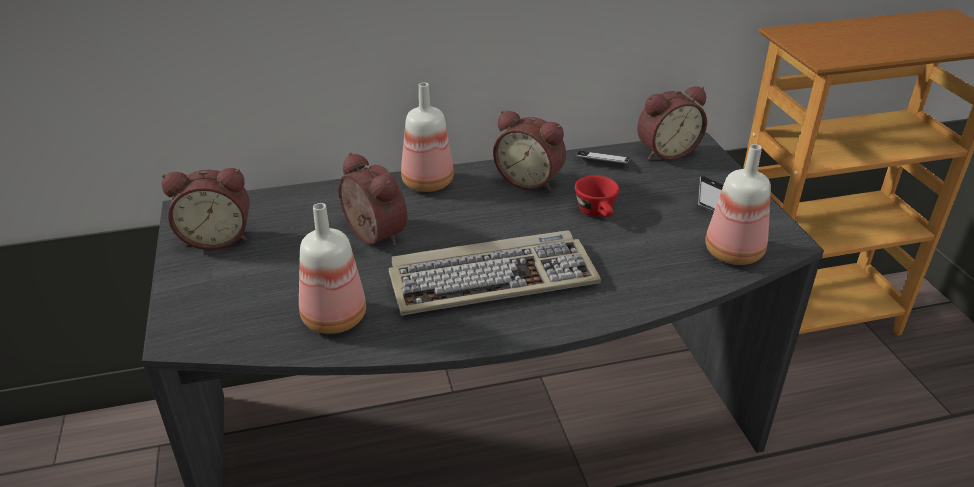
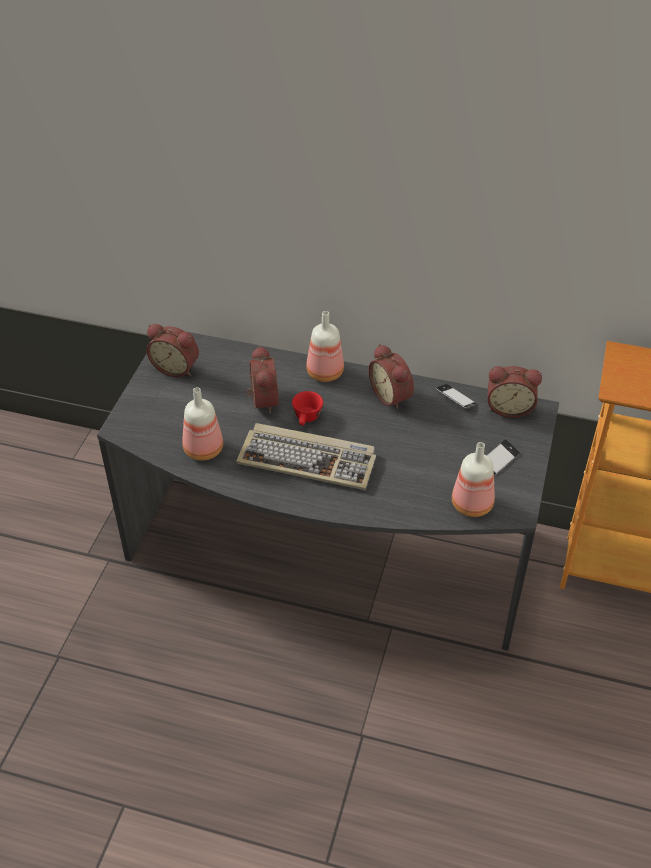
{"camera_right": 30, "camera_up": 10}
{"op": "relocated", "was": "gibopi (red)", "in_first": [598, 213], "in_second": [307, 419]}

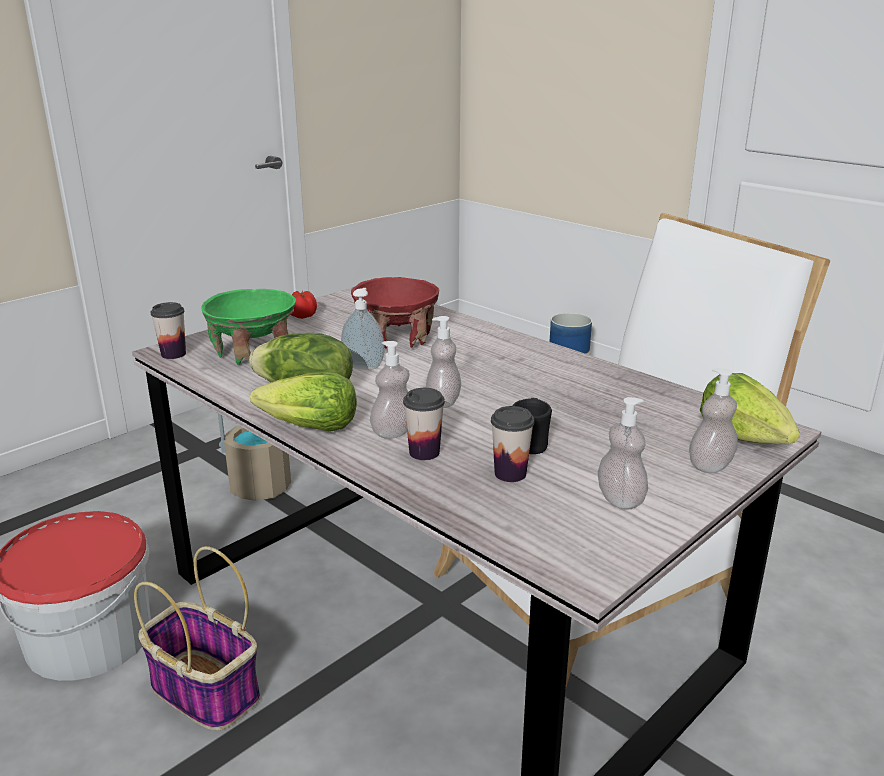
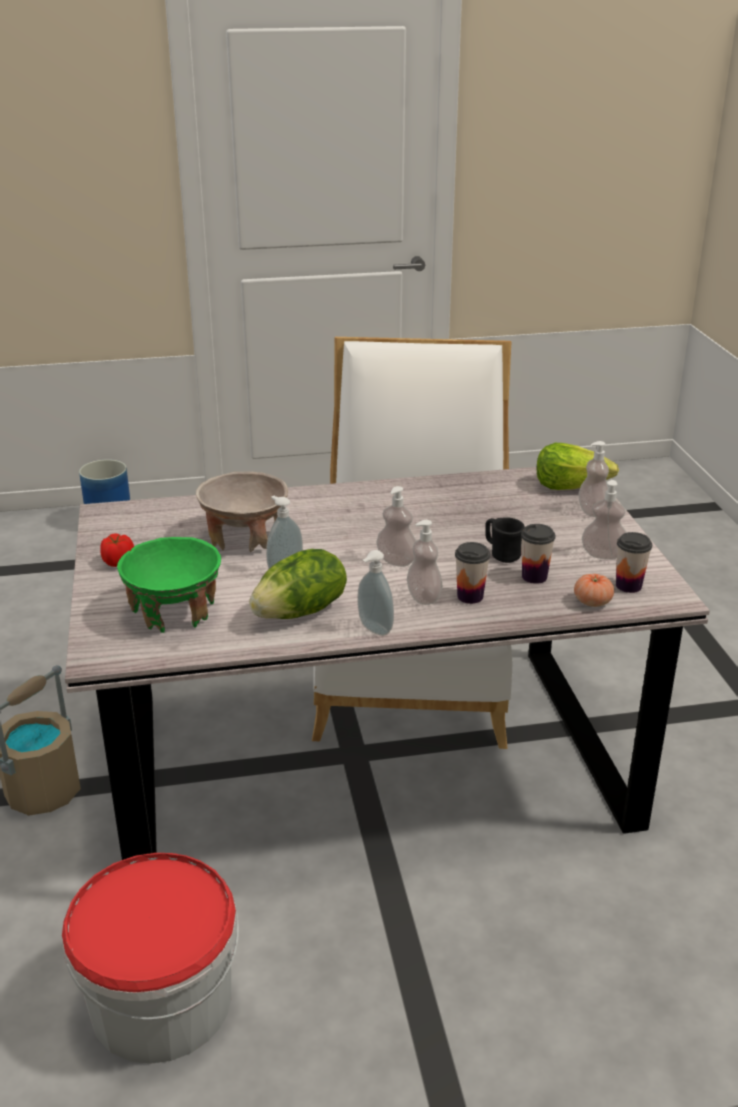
{"camera_right": -55, "camera_up": 5}
{"op": "missing", "was": "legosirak", "in_first": [203, 690]}
{"op": "appeared", "now": "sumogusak", "in_second": [592, 602]}
{"op": "relocated", "was": "gibopi", "in_first": [173, 354], "in_second": [628, 586]}
{"op": "exchanged", "was": "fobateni", "now": "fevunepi", "in_first": [309, 428], "in_second": [373, 630]}
{"op": "colour", "was": "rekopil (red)", "now": "rekopil (beige)", "in_first": [396, 338], "in_second": [244, 537]}

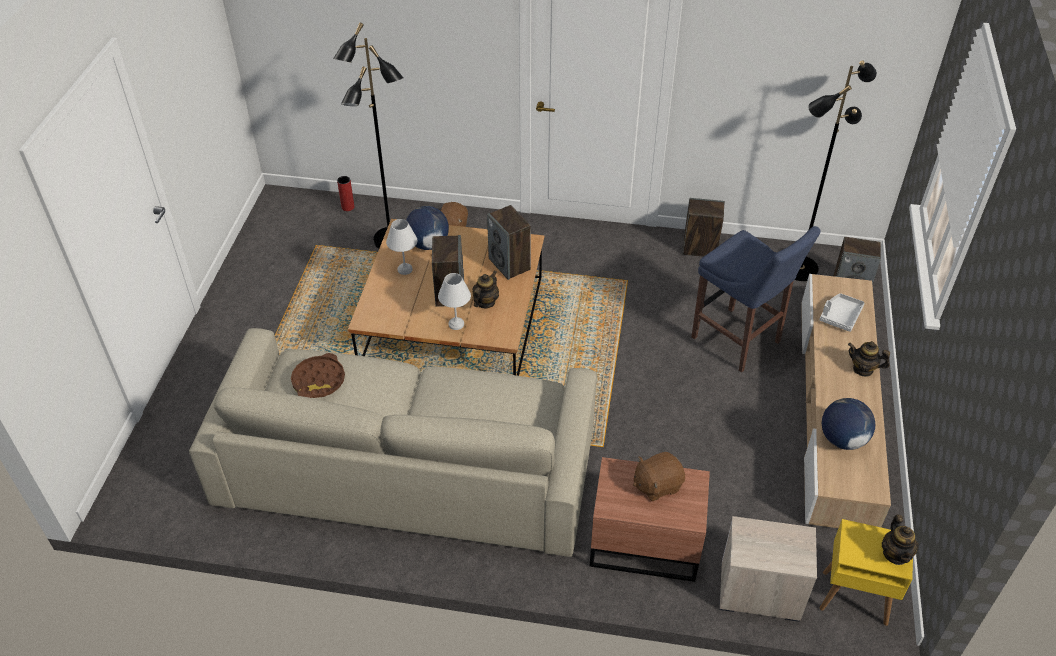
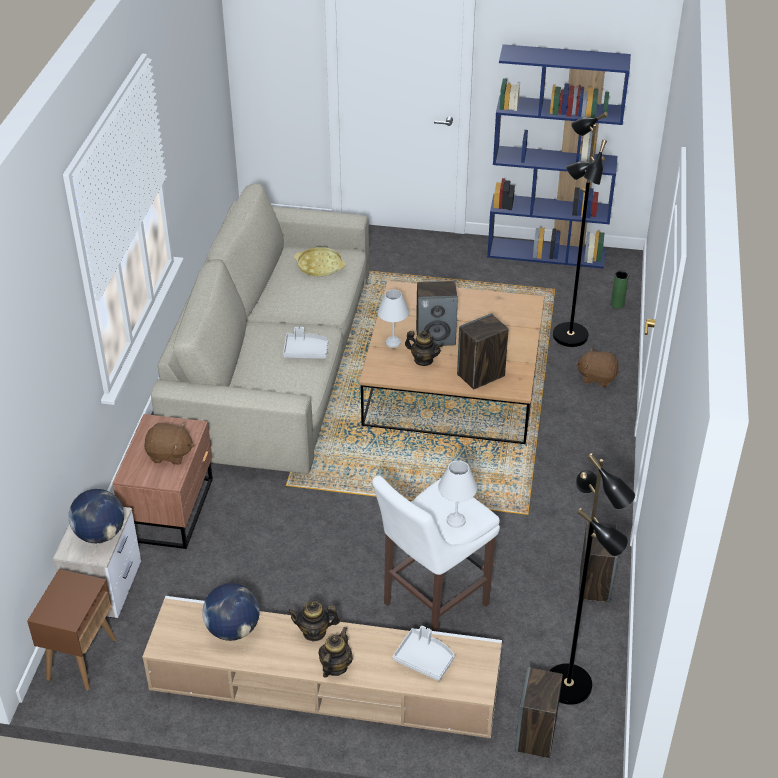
{"camera_right": 90, "camera_up": -5}
{"op": "appeared", "now": "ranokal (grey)", "in_second": [305, 351]}
{"op": "appeared", "now": "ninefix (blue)", "in_second": [547, 253]}
{"op": "relocated", "was": "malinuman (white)", "in_first": [404, 270], "in_second": [455, 520]}
{"op": "relocated", "was": "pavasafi", "in_first": [428, 244], "in_second": [100, 534]}
{"op": "relocated", "was": "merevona", "in_first": [895, 554], "in_second": [314, 632]}
{"op": "colour", "was": "ranokal (brown)", "now": "ranokal (yellow)", "in_first": [319, 380], "in_second": [320, 266]}
{"op": "colour", "was": "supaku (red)", "now": "supaku (green)", "in_first": [348, 207], "in_second": [617, 304]}
{"op": "colour", "was": "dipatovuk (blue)", "now": "dipatovuk (white)", "in_first": [739, 342], "in_second": [431, 606]}
{"op": "colour", "was": "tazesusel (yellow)", "now": "tazesusel (brown)", "in_first": [853, 598], "in_second": [82, 658]}
{"op": "spun", "was": "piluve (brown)", "in_first": [657, 485], "in_second": [169, 454], "clockwise": 120}

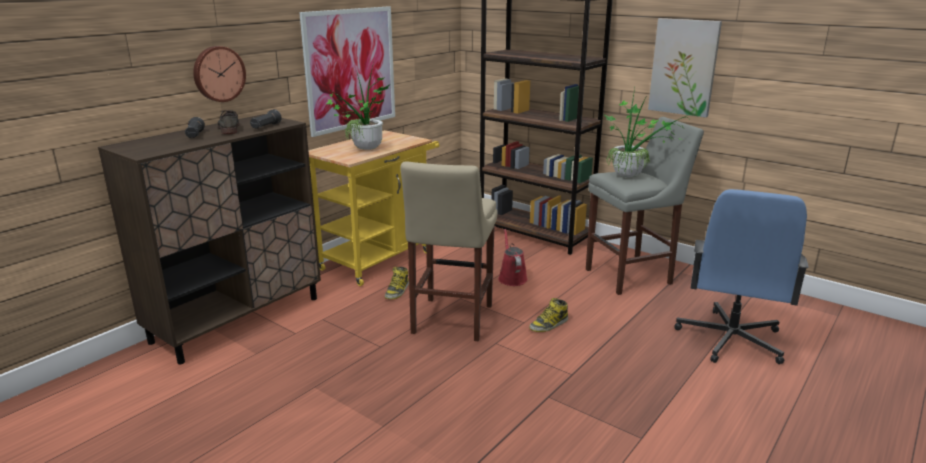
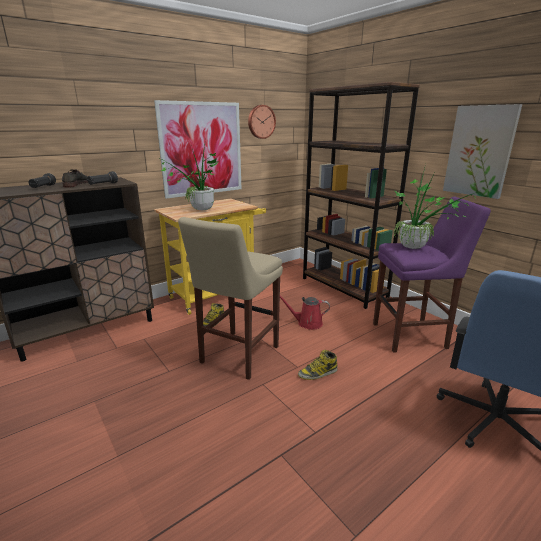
{"camera_right": 15, "camera_up": 0}
{"op": "relocated", "was": "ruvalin", "in_first": [218, 74], "in_second": [261, 122]}
{"op": "colour", "was": "dipatovuk (grey)", "now": "dipatovuk (purple)", "in_first": [632, 276], "in_second": [413, 335]}
{"op": "spun", "was": "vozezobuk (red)", "in_first": [511, 278], "in_second": [307, 323], "clockwise": -90}

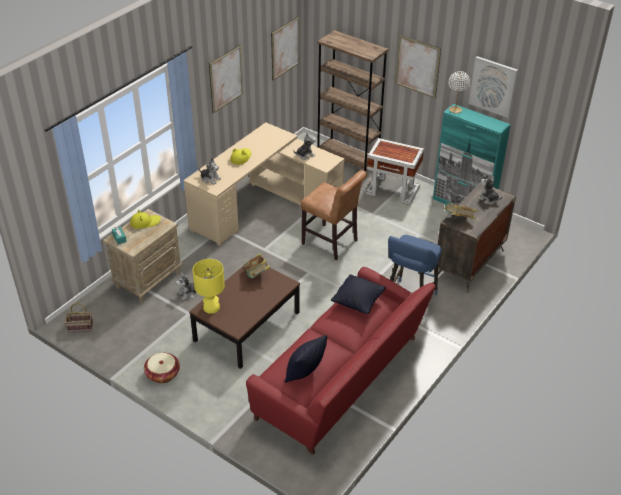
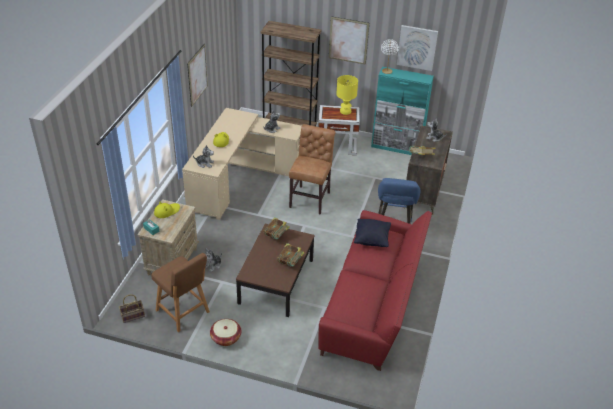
{"camera_right": -20, "camera_up": 0}
{"op": "missing", "was": "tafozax", "in_first": [285, 48]}
{"op": "missing", "was": "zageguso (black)", "in_first": [305, 372]}
{"op": "appeared", "now": "dipatovuk (brown)", "in_second": [184, 312]}
{"op": "appeared", "now": "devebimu", "in_second": [290, 262]}
{"op": "relocated", "was": "malinuman (yellow)", "in_first": [211, 307], "in_second": [345, 111]}
{"op": "spun", "was": "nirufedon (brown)", "in_first": [332, 243], "in_second": [311, 198], "clockwise": -90}

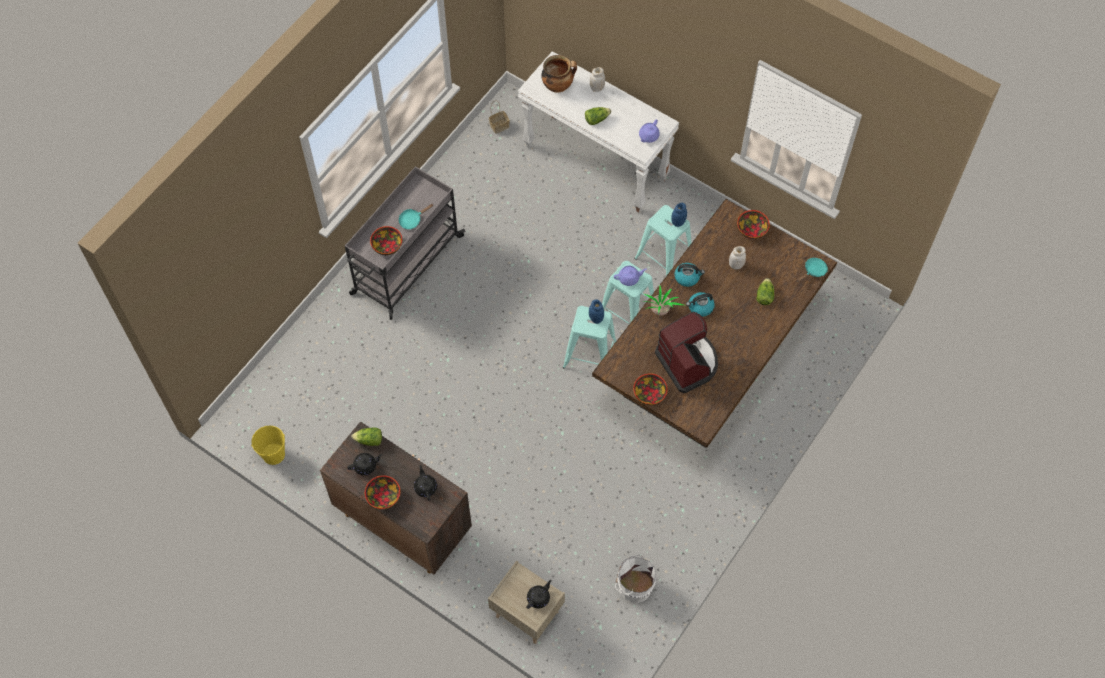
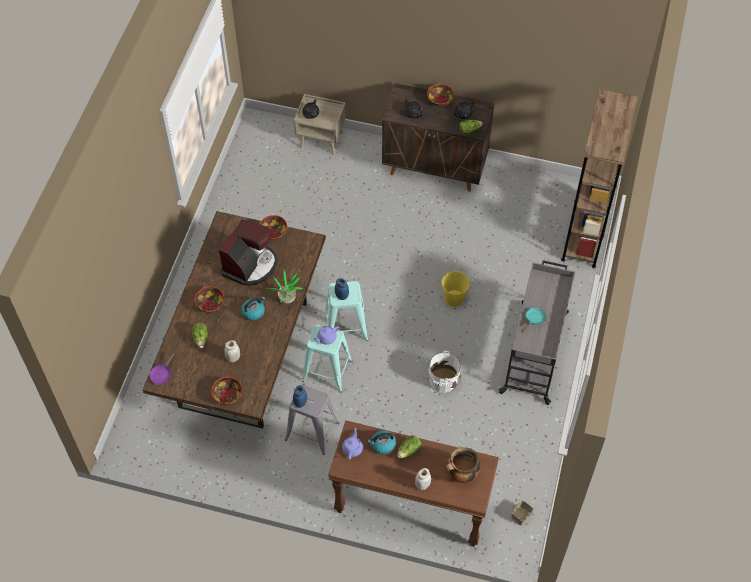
{"camera_right": 160, "camera_up": -5}
{"op": "appeared", "now": "ninefix (brown)", "in_second": [584, 233]}
{"op": "relocated", "was": "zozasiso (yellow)", "in_first": [273, 454], "in_second": [454, 298]}
{"op": "relocated", "was": "rekopil", "in_first": [387, 246], "in_second": [210, 304]}
{"op": "relocated", "was": "zozasiso (white)", "in_first": [633, 585], "in_second": [445, 380]}
{"op": "relocated", "was": "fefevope", "in_first": [687, 277], "in_second": [382, 445]}
{"op": "colour", "was": "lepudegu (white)", "now": "lepudegu (brown)", "in_first": [596, 162], "in_second": [410, 508]}
{"op": "colour", "was": "dipatovuk (turquoise)", "now": "dipatovuk (grey)", "in_first": [664, 258], "in_second": [312, 431]}
{"op": "colour", "was": "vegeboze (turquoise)", "now": "vegeboze (purple)", "in_first": [813, 271], "in_second": [162, 374]}
{"op": "spun", "was": "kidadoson", "in_first": [687, 362], "in_second": [250, 265], "clockwise": -105}

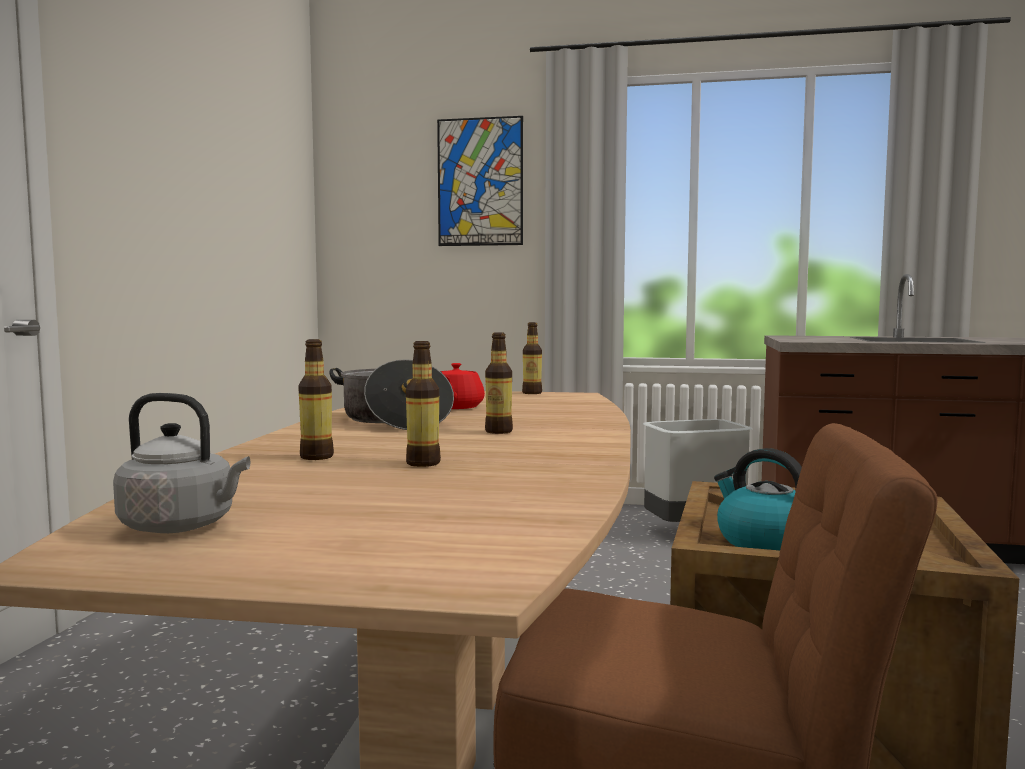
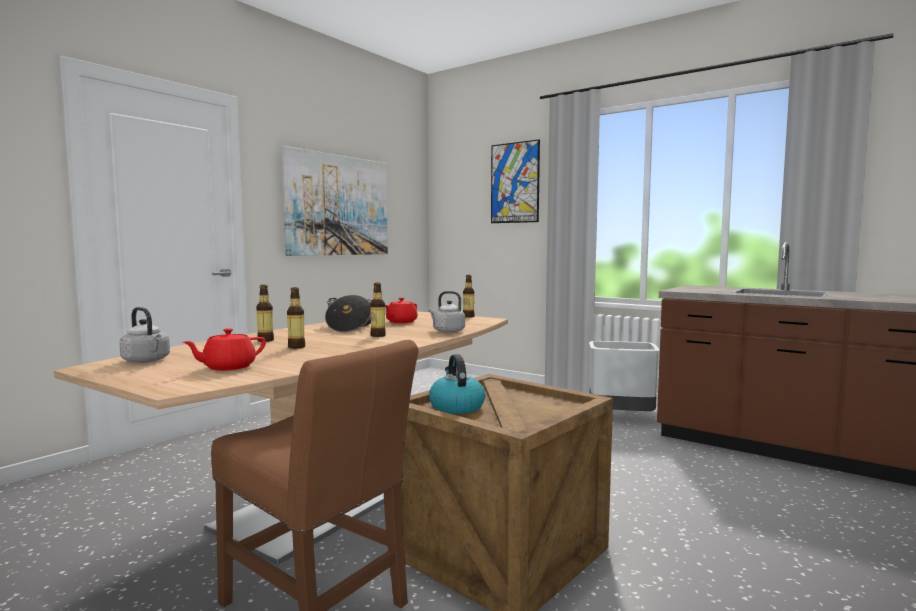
{"camera_right": 25, "camera_up": 0}
{"op": "appeared", "now": "merevona (red)", "in_second": [228, 367]}
{"op": "appeared", "now": "tafozax", "in_second": [338, 205]}
{"op": "appeared", "now": "fefevope (grey)", "in_second": [447, 331]}

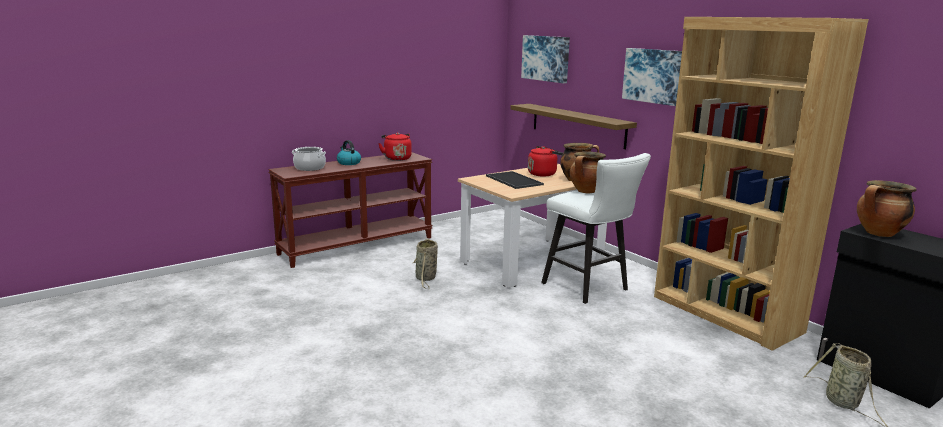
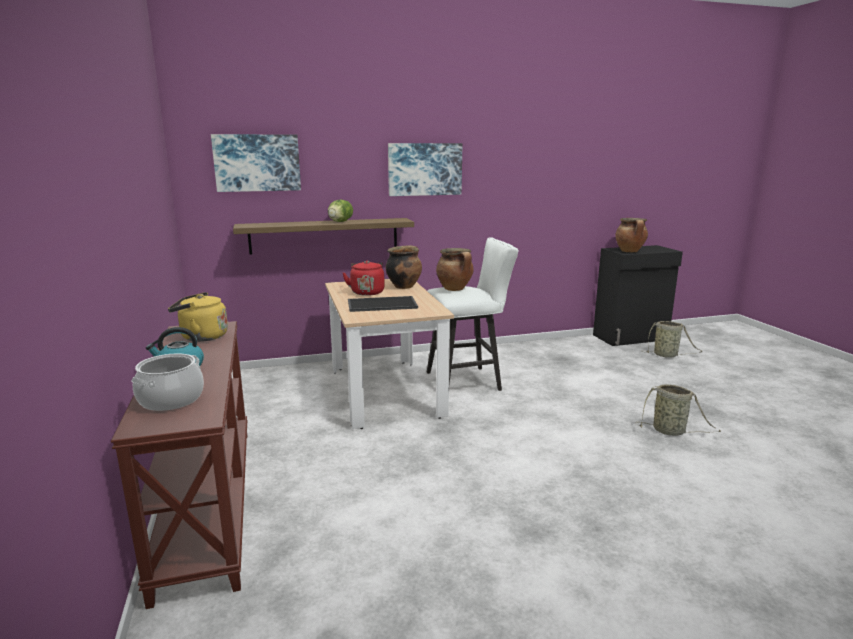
{"camera_right": -70, "camera_up": 0}
{"op": "missing", "was": "ninefix (brown)", "in_first": [725, 314]}
{"op": "appeared", "now": "fobateni", "in_second": [340, 222]}
{"op": "relocated", "was": "legosirak", "in_first": [425, 279], "in_second": [671, 431]}
{"op": "colour", "was": "fefevope (red)", "now": "fefevope (yellow)", "in_first": [396, 158], "in_second": [201, 337]}

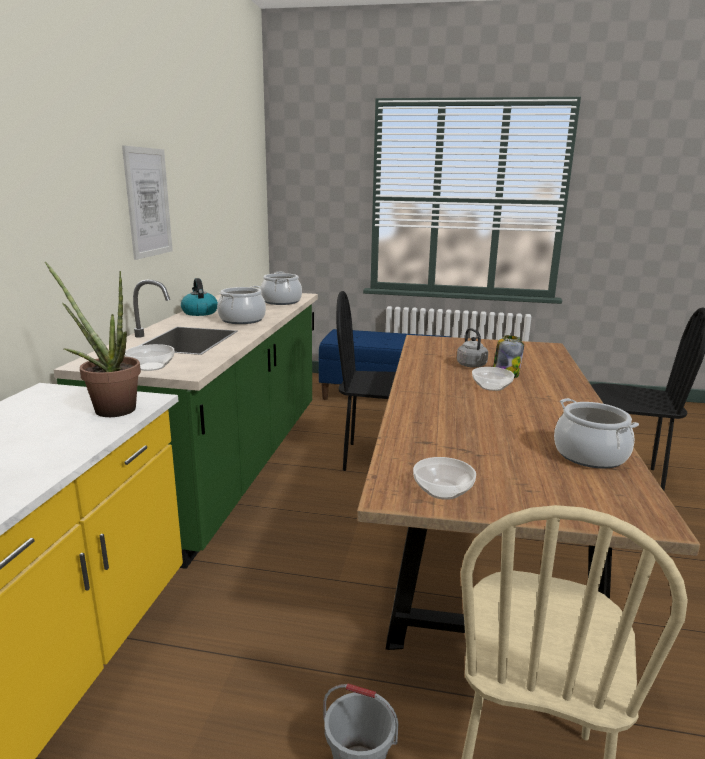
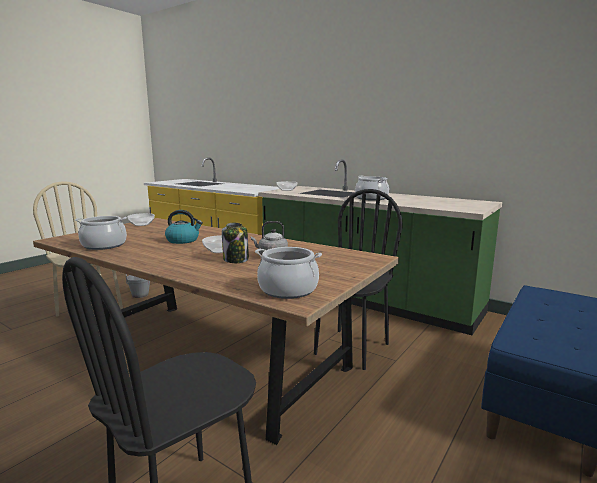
{"camera_right": 115, "camera_up": -5}
{"op": "missing", "was": "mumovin", "in_first": [108, 408]}
{"op": "missing", "was": "tafozax", "in_first": [148, 202]}
{"op": "relocated", "was": "fefevope", "in_first": [199, 312], "in_second": [183, 240]}
{"op": "relocated", "was": "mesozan", "in_first": [281, 301], "in_second": [288, 290]}

